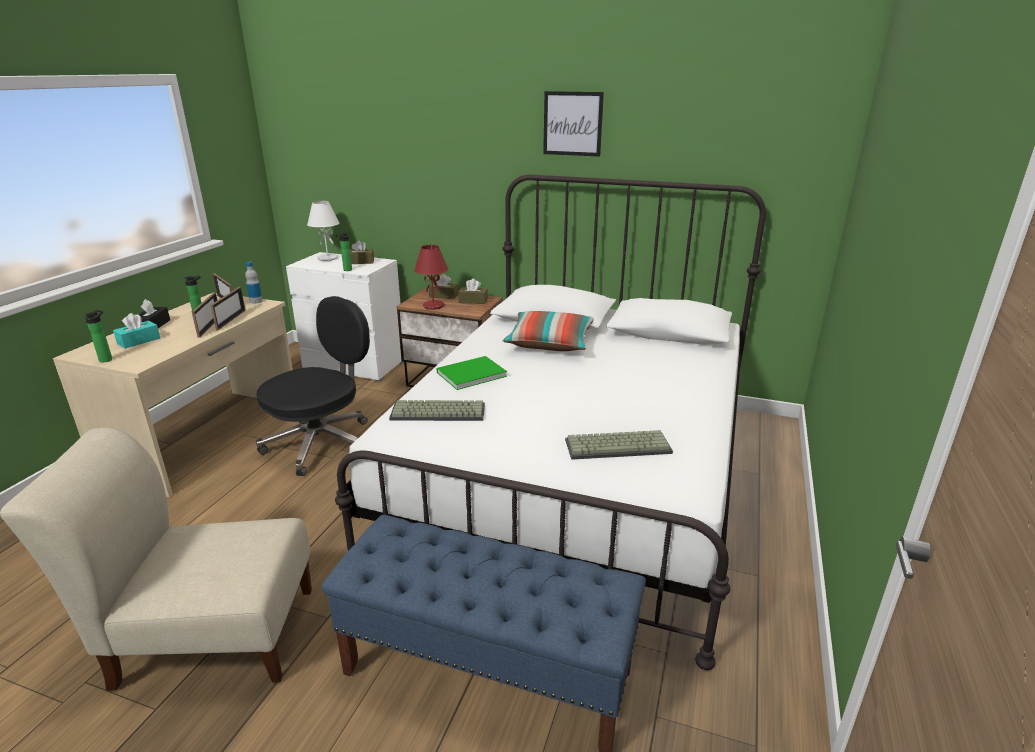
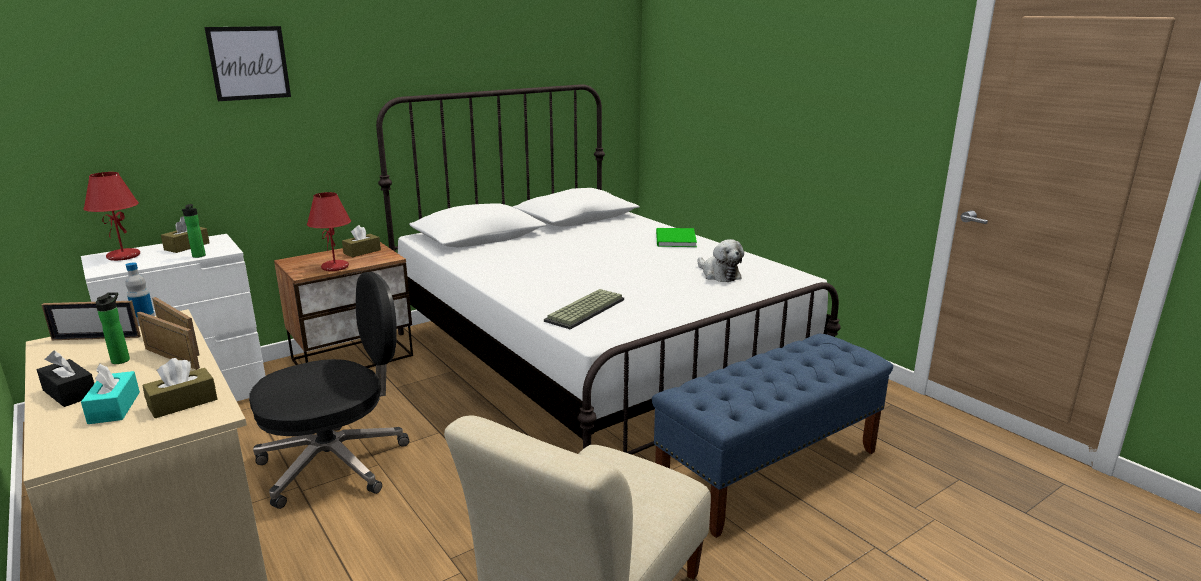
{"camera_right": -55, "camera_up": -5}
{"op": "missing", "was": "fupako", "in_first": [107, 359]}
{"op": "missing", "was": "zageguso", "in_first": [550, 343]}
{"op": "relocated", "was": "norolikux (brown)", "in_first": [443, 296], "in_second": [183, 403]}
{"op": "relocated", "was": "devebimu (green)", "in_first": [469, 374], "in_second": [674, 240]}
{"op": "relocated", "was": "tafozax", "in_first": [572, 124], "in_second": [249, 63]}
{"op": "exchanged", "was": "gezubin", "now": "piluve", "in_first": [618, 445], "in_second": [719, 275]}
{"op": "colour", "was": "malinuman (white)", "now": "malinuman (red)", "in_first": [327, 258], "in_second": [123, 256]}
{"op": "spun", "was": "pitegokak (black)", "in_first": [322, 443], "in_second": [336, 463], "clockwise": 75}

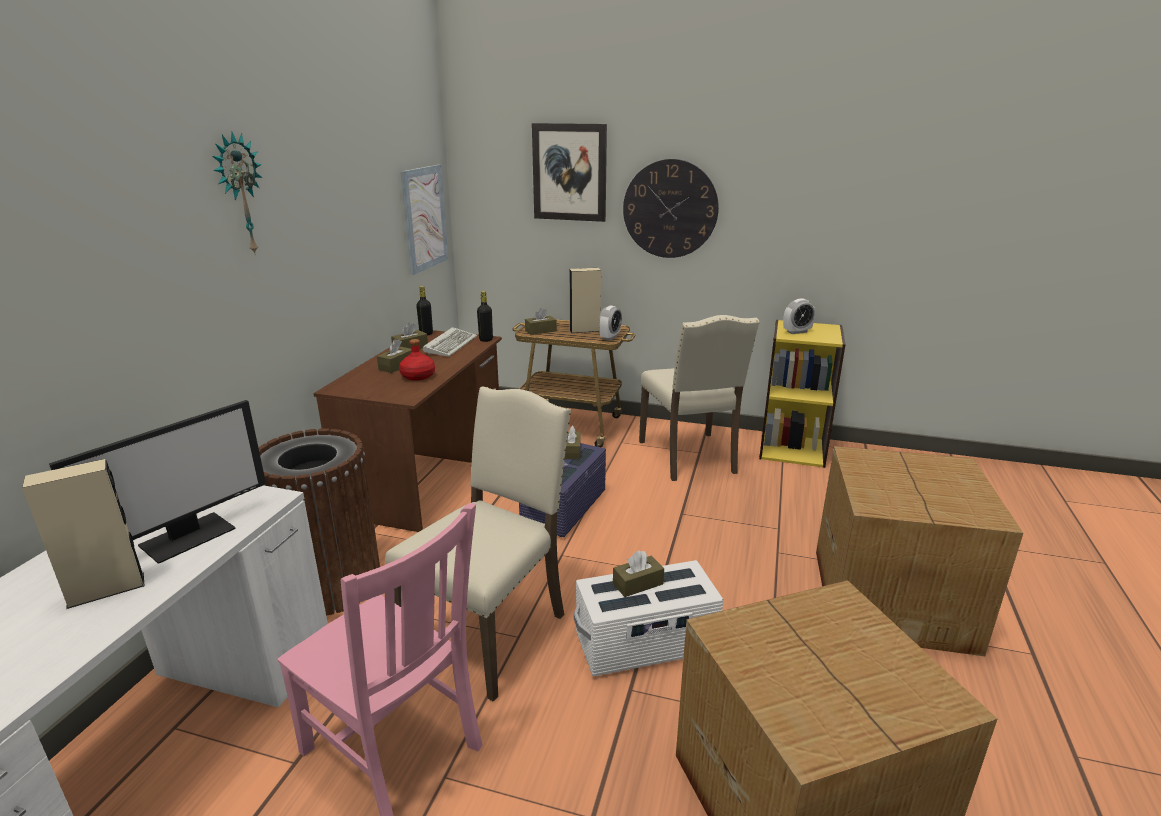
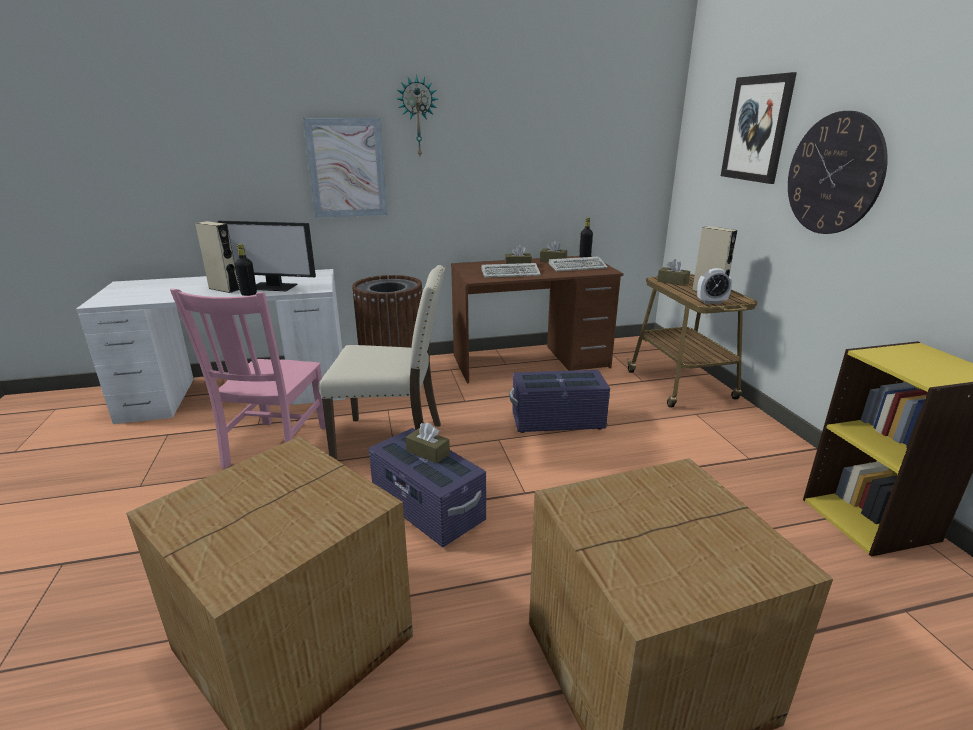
{"camera_right": 60, "camera_up": 0}
{"op": "missing", "was": "norolikux (brown)", "in_first": [571, 451]}
{"op": "missing", "was": "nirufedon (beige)", "in_first": [690, 457]}
{"op": "missing", "was": "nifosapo", "in_first": [797, 332]}
{"op": "relocated", "was": "tafozax", "in_first": [424, 218], "in_second": [347, 168]}
{"op": "relocated", "was": "fupako (black)", "in_first": [486, 339], "in_second": [249, 294]}
{"op": "exchanged", "was": "fupako (red)", "now": "gezubin", "in_first": [417, 376], "in_second": [511, 273]}
{"op": "colour", "was": "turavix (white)", "now": "turavix (purple)", "in_first": [646, 644], "in_second": [427, 509]}

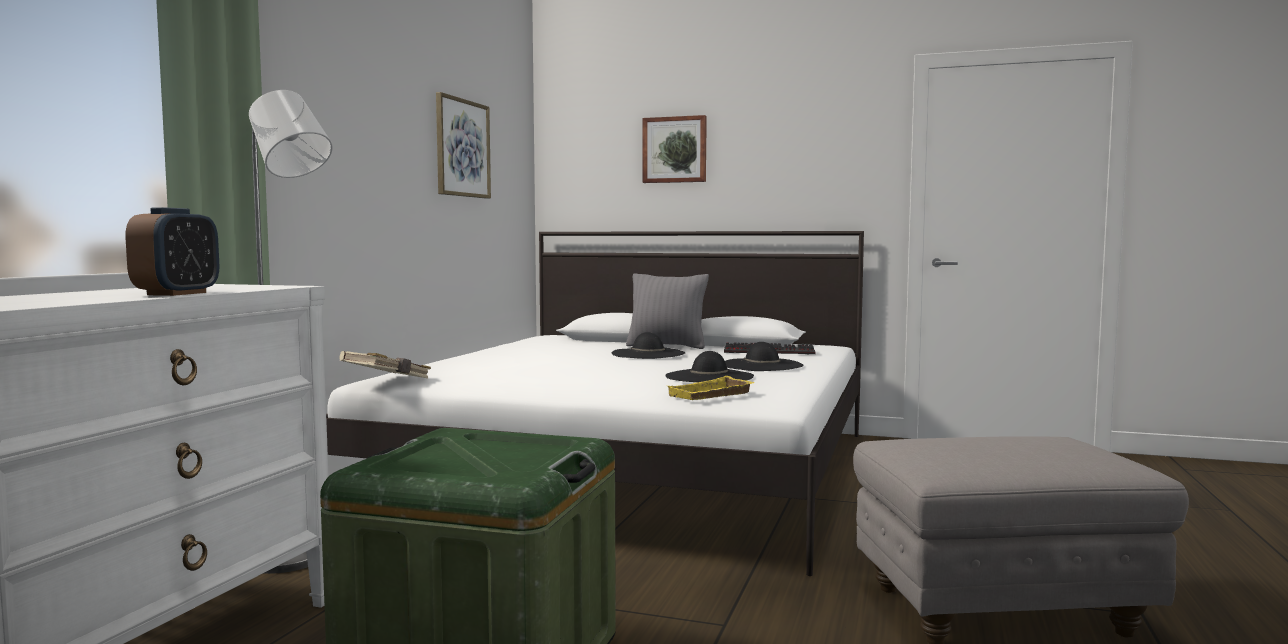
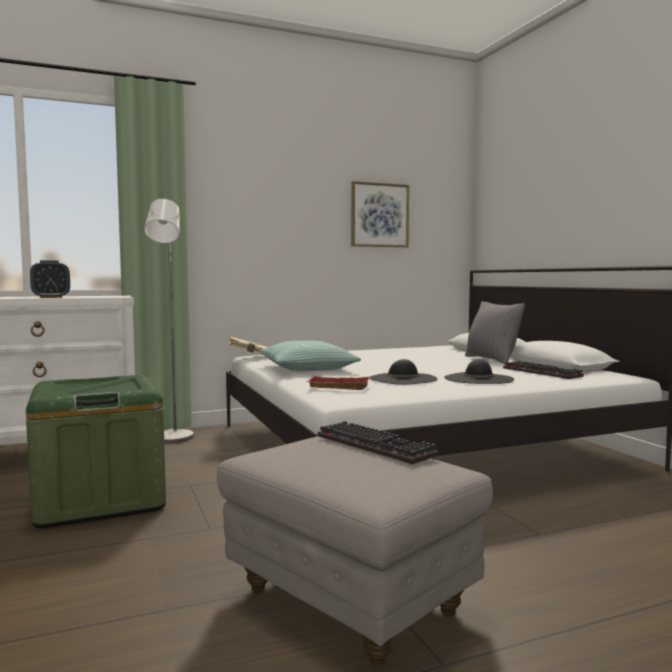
{"camera_right": 50, "camera_up": 0}
{"op": "missing", "was": "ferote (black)", "in_first": [648, 353]}
{"op": "missing", "was": "tafozax", "in_first": [675, 150]}
{"op": "appeared", "now": "zageguso", "in_second": [307, 368]}
{"op": "appeared", "now": "gezubin", "in_second": [378, 445]}
{"op": "colour", "was": "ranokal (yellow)", "now": "ranokal (red)", "in_first": [711, 395], "in_second": [337, 387]}

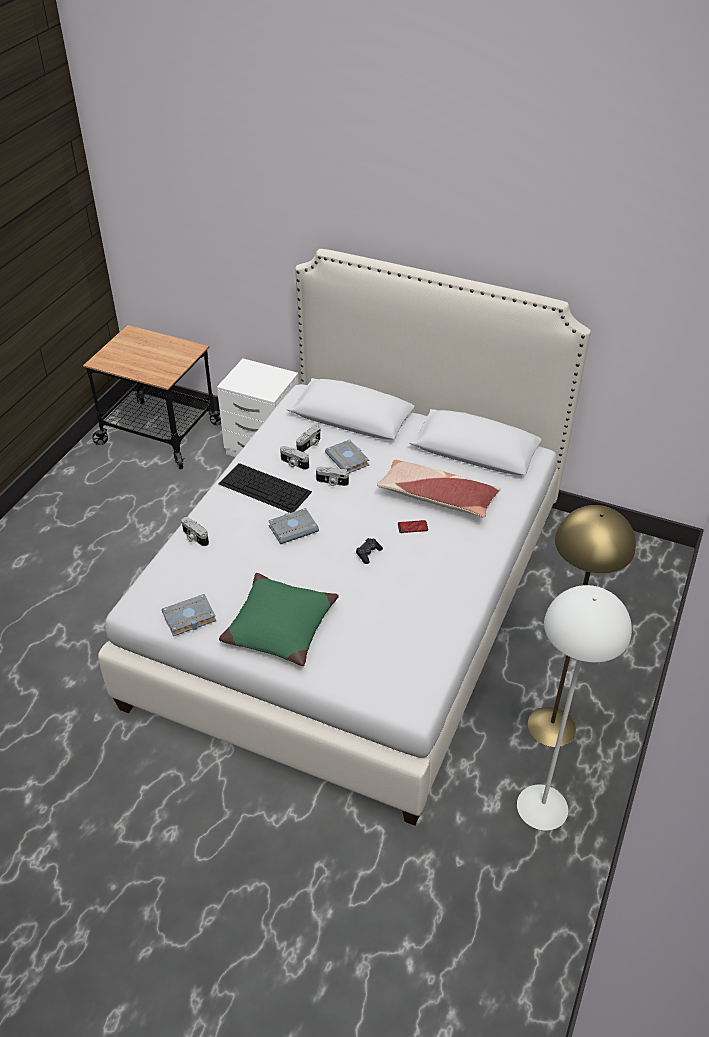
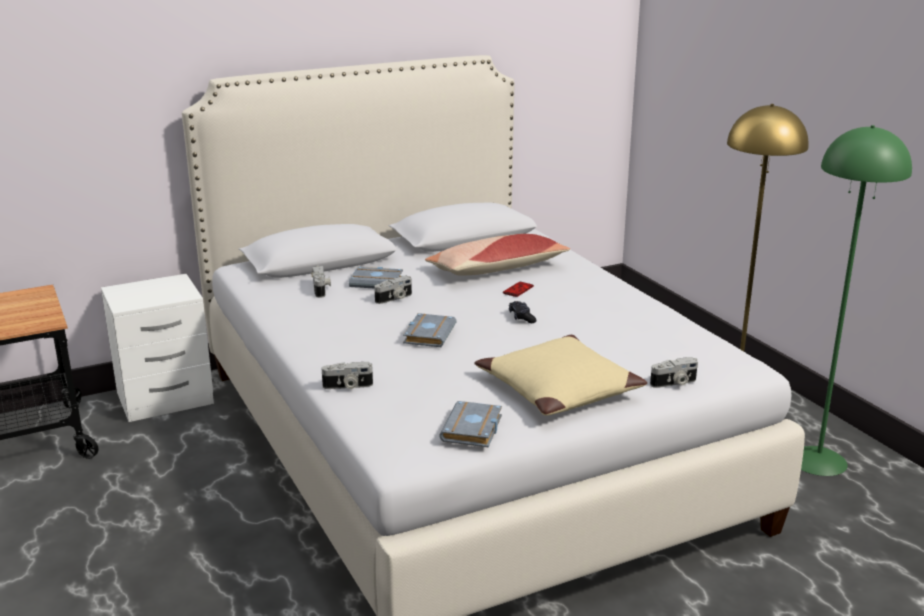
{"camera_right": -50, "camera_up": -20}
{"op": "missing", "was": "gezubin", "in_first": [266, 488]}
{"op": "relocated", "was": "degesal", "in_first": [294, 463], "in_second": [674, 383]}
{"op": "colour", "was": "zageguso (green)", "now": "zageguso (beige)", "in_first": [279, 627], "in_second": [558, 390]}
{"op": "colour", "was": "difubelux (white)", "now": "difubelux (green)", "in_first": [542, 807], "in_second": [818, 460]}

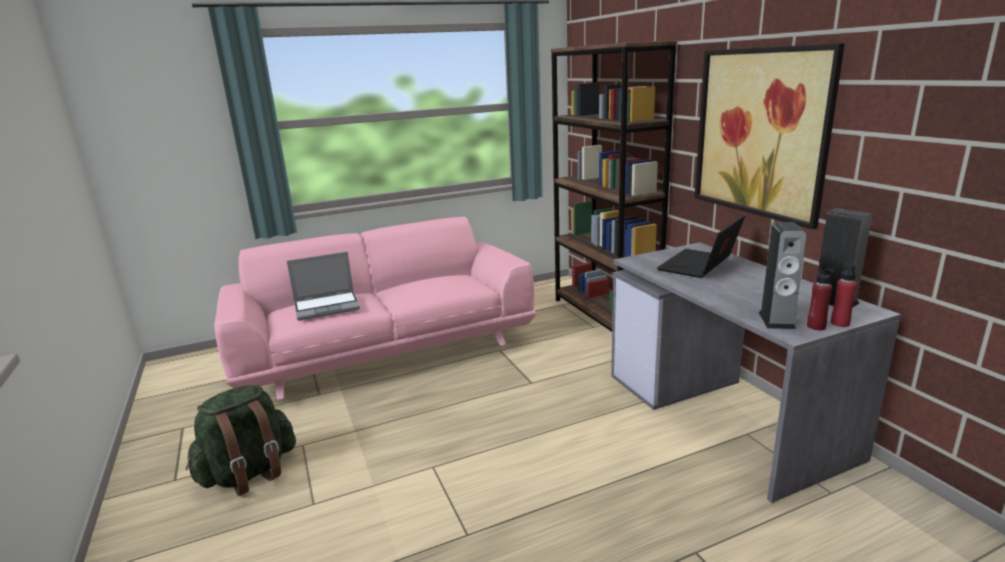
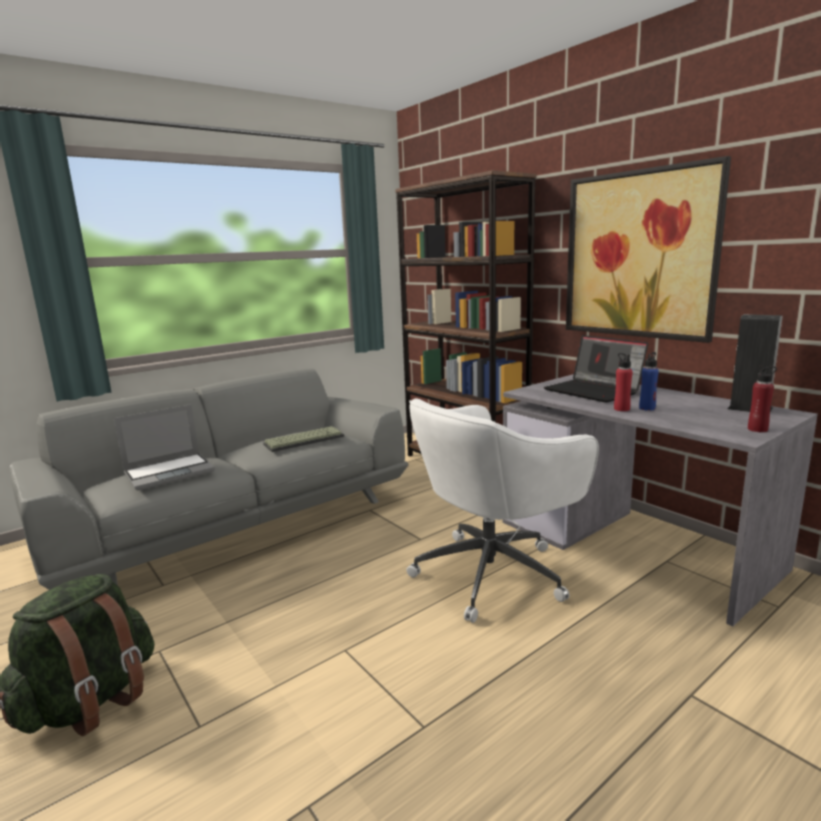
{"camera_right": -15, "camera_up": -5}
{"op": "missing", "was": "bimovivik", "in_first": [776, 320]}
{"op": "appeared", "now": "gezubin", "in_second": [304, 440]}
{"op": "appeared", "now": "pitegokak (white)", "in_second": [493, 572]}
{"op": "appeared", "now": "fupako (blue)", "in_second": [647, 408]}
{"op": "relocated", "was": "fupako (red)", "in_first": [840, 323], "in_second": [621, 409]}
{"op": "colour", "was": "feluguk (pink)", "now": "feluguk (grey)", "in_first": [385, 350], "in_second": [233, 524]}
{"op": "spun", "was": "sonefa", "in_first": [699, 266], "in_second": [594, 391], "clockwise": -60}

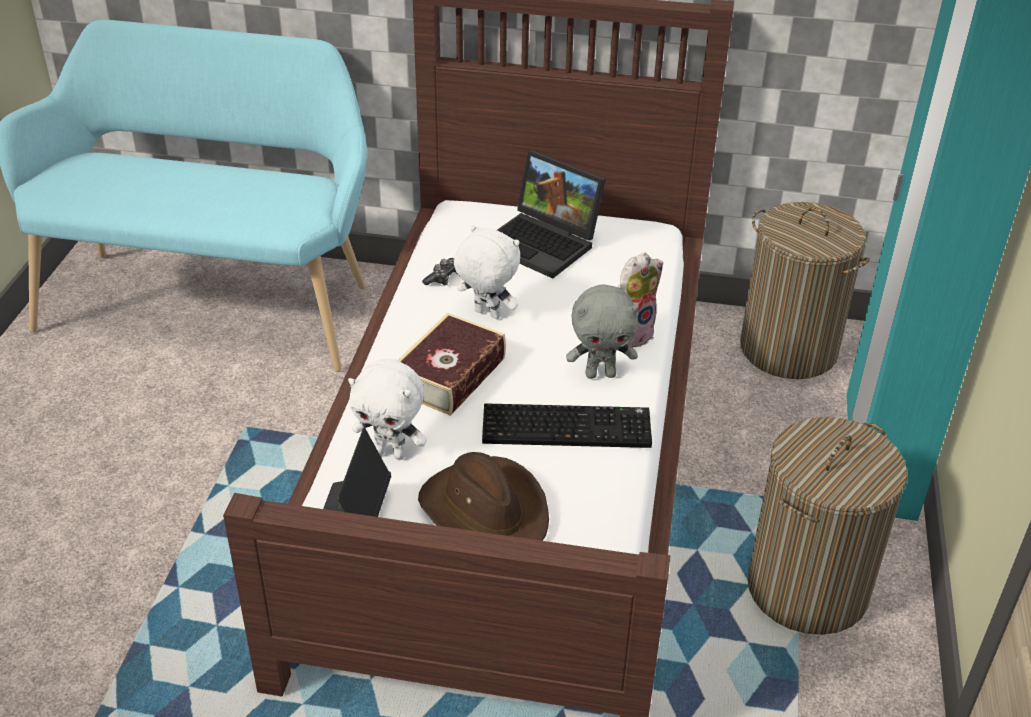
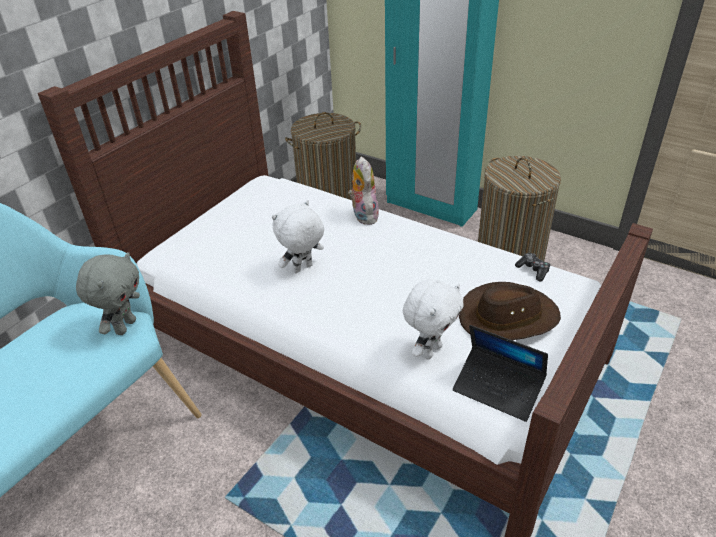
{"camera_right": -65, "camera_up": 0}
{"op": "missing", "was": "devebimu", "in_first": [449, 375]}
{"op": "missing", "was": "gezubin", "in_first": [568, 426]}
{"op": "missing", "was": "sonefa", "in_first": [545, 243]}
{"op": "relocated", "was": "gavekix", "in_first": [443, 278], "in_second": [533, 270]}
{"op": "relocated", "was": "piluve (grey)", "in_first": [600, 374], "in_second": [125, 326]}

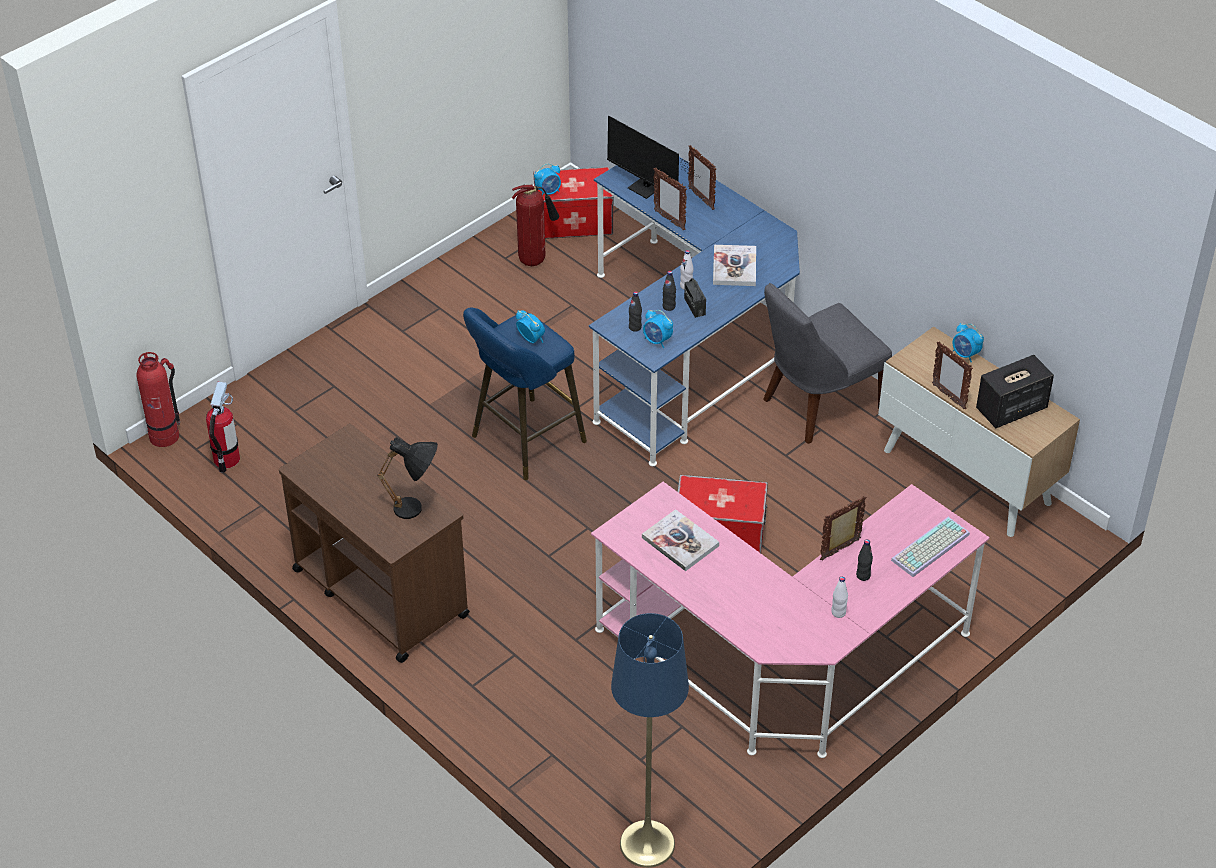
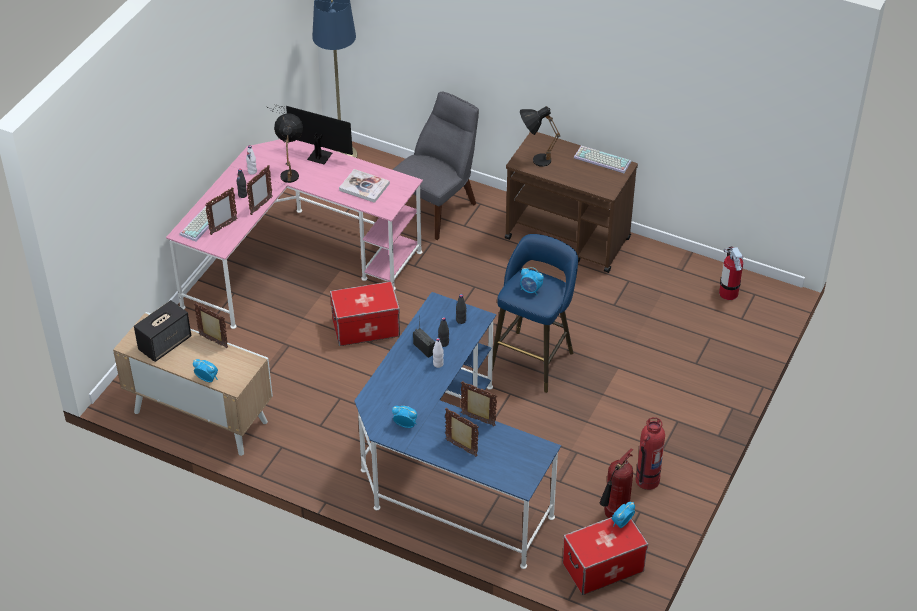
{"camera_right": 160, "camera_up": 0}
{"op": "missing", "was": "devebimu", "in_first": [734, 267]}
{"op": "appeared", "now": "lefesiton", "in_second": [223, 227]}
{"op": "appeared", "now": "malinuman (black)", "in_second": [291, 171]}
{"op": "appeared", "now": "gezubin", "in_second": [601, 160]}
{"op": "relocated", "was": "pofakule", "in_first": [165, 436], "in_second": [646, 480]}
{"op": "relocated", "was": "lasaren", "in_first": [648, 190], "in_second": [317, 155]}
{"op": "relocated", "was": "nifosapo", "in_first": [657, 341], "in_second": [405, 424]}
{"op": "relocated", "was": "nirufedon (grey)", "in_first": [817, 405], "in_second": [438, 208]}

